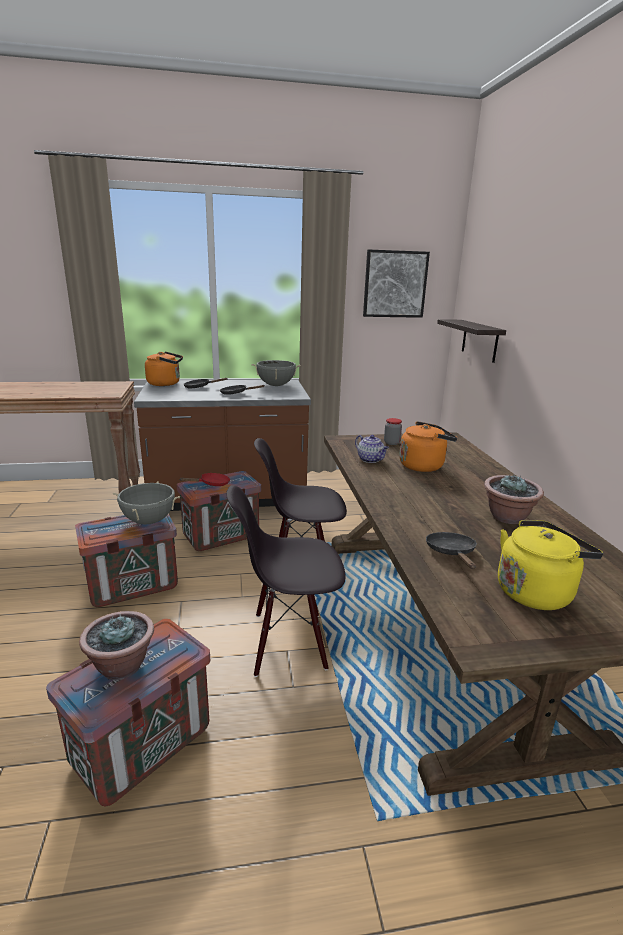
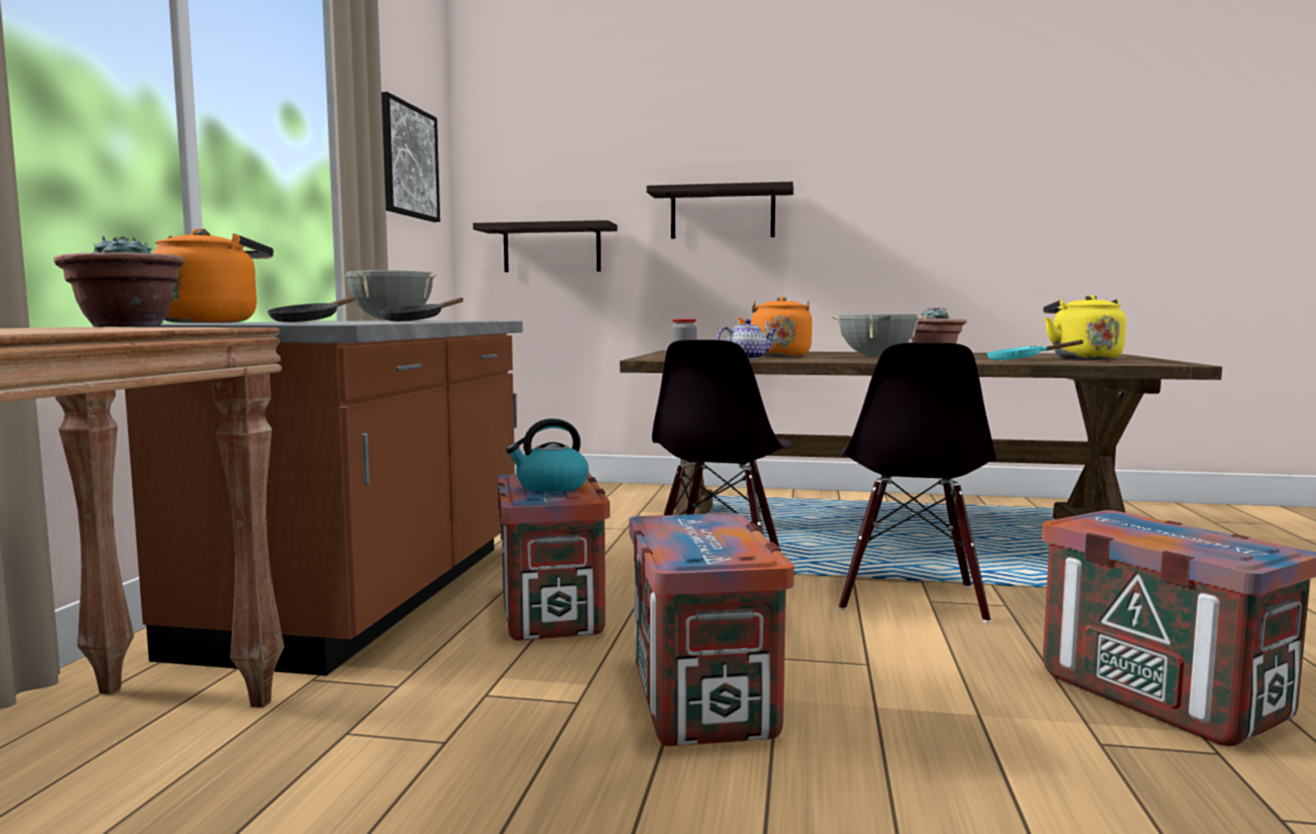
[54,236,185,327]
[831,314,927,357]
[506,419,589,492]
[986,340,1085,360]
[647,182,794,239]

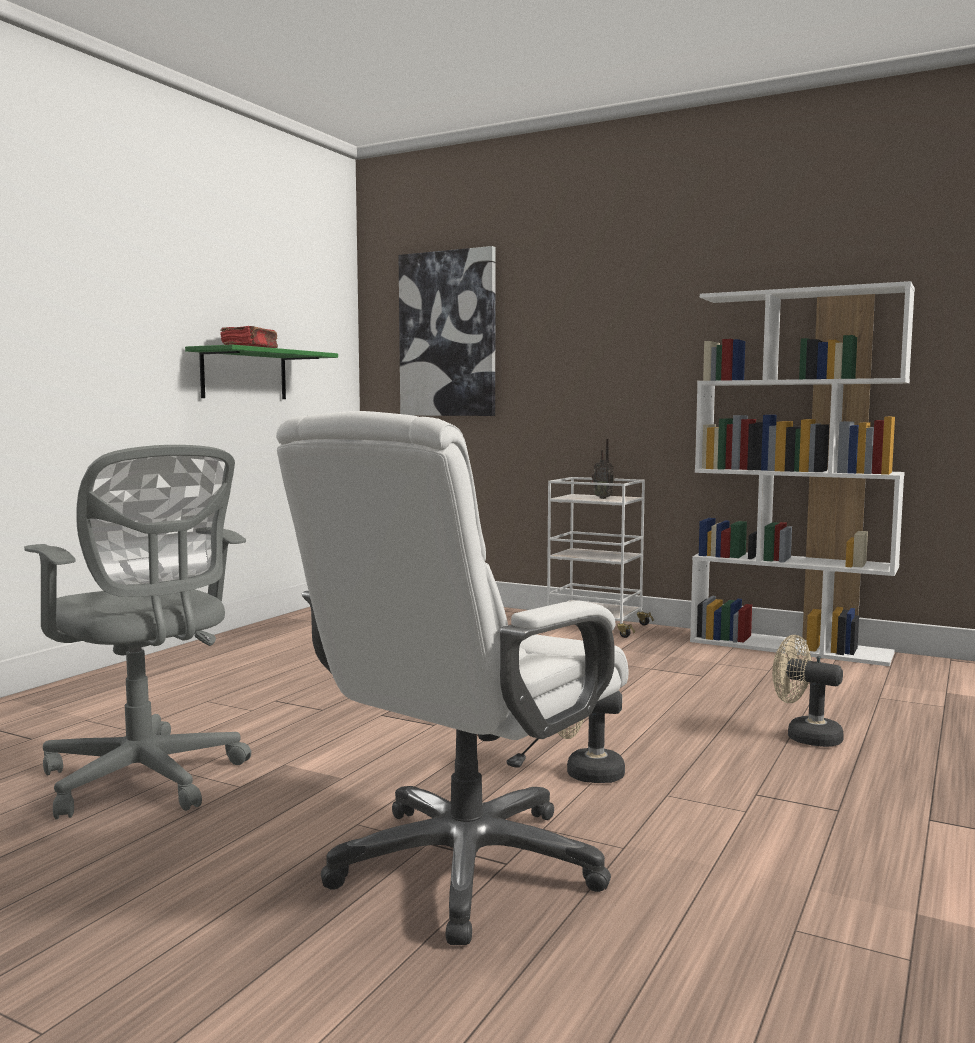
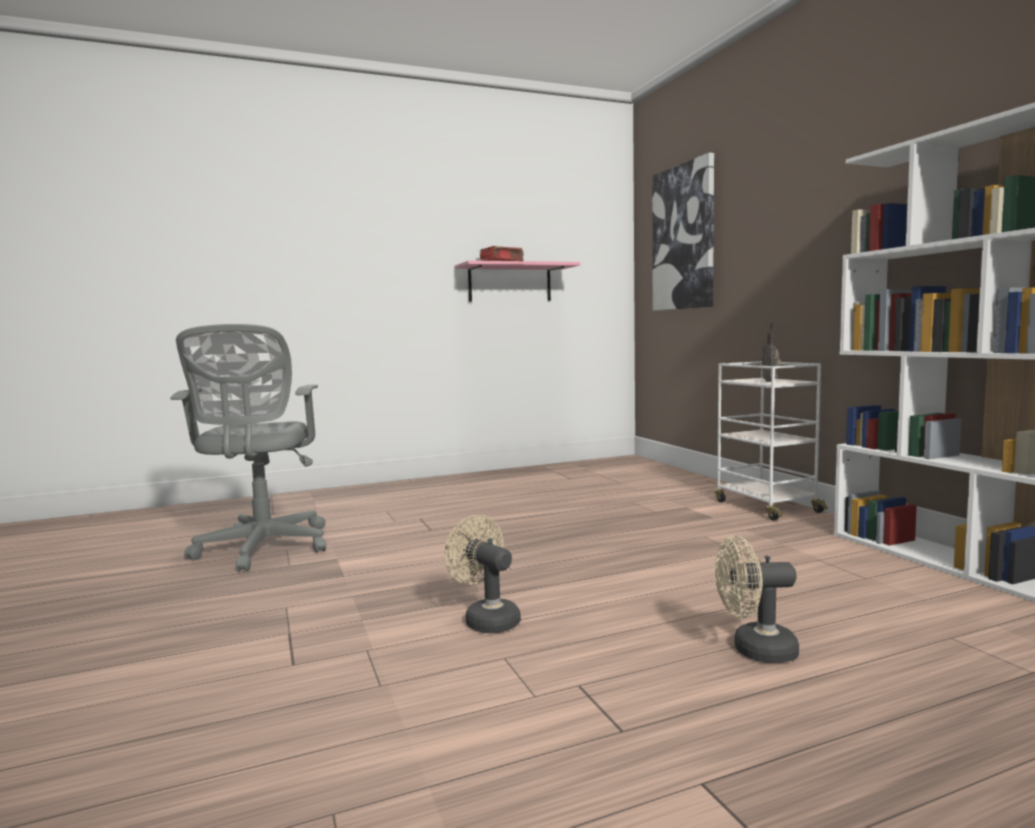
[455,260,580,302]
[276,411,628,945] (first image)
[715,535,799,663]

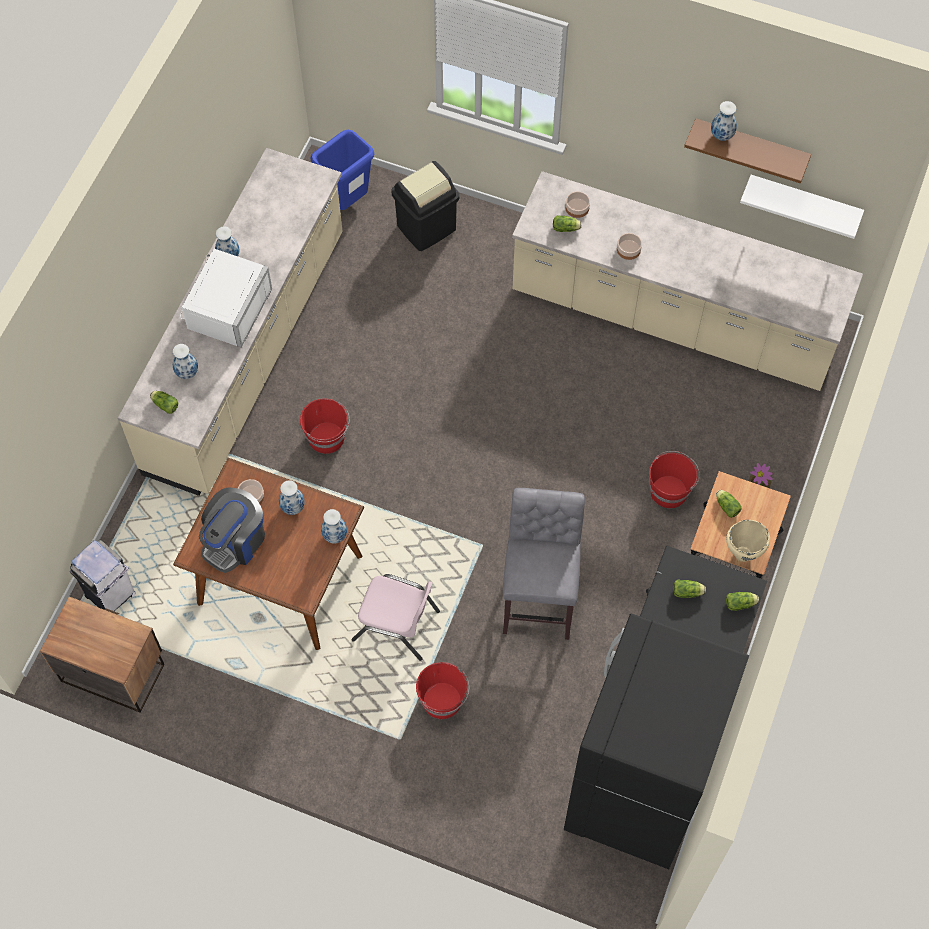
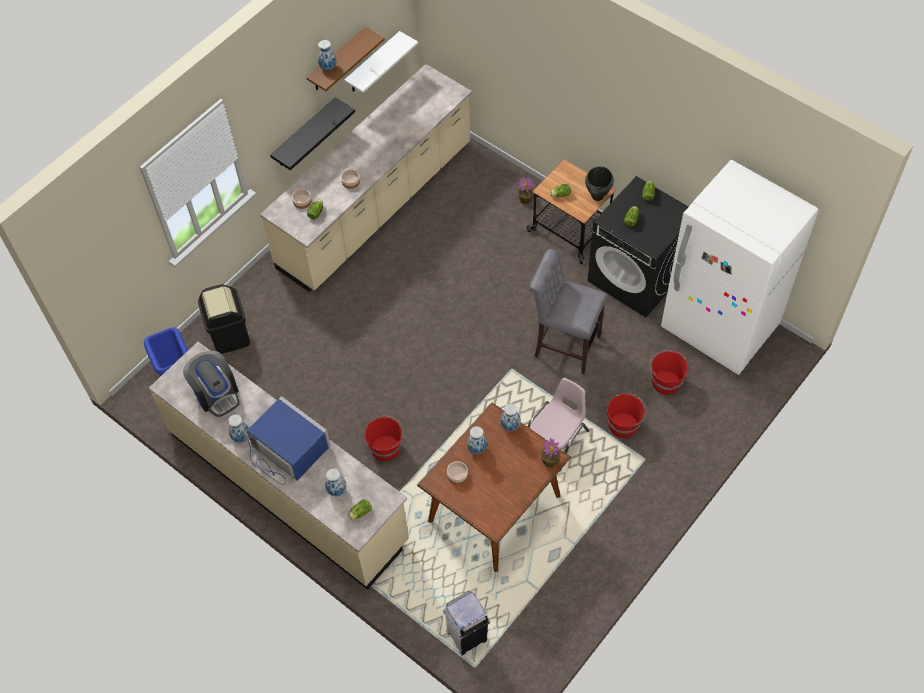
[40,596,165,713] (first image)
[247,396,331,485]
[183,351,239,417]
[661,160,819,375]
[650,350,689,395]
[585,166,614,201]
[270,97,355,170]
[541,438,560,467]

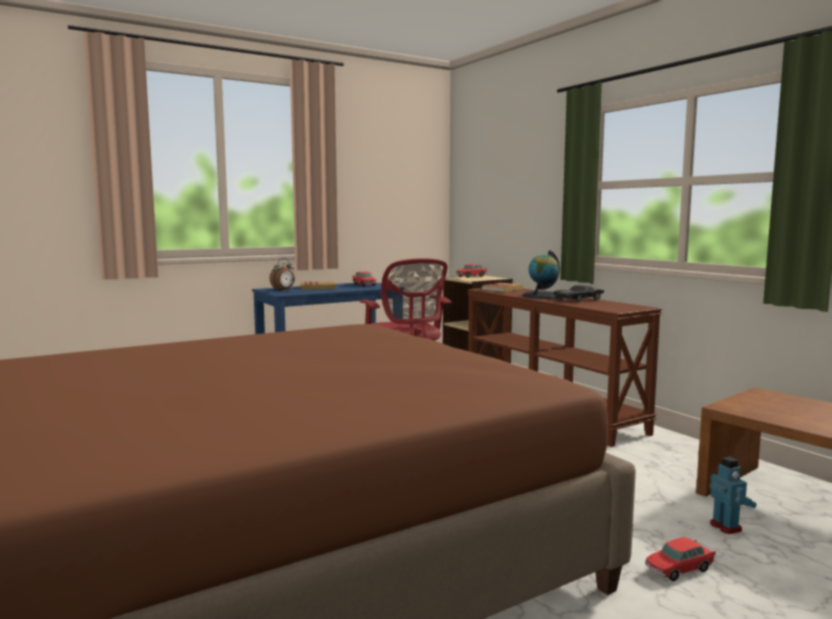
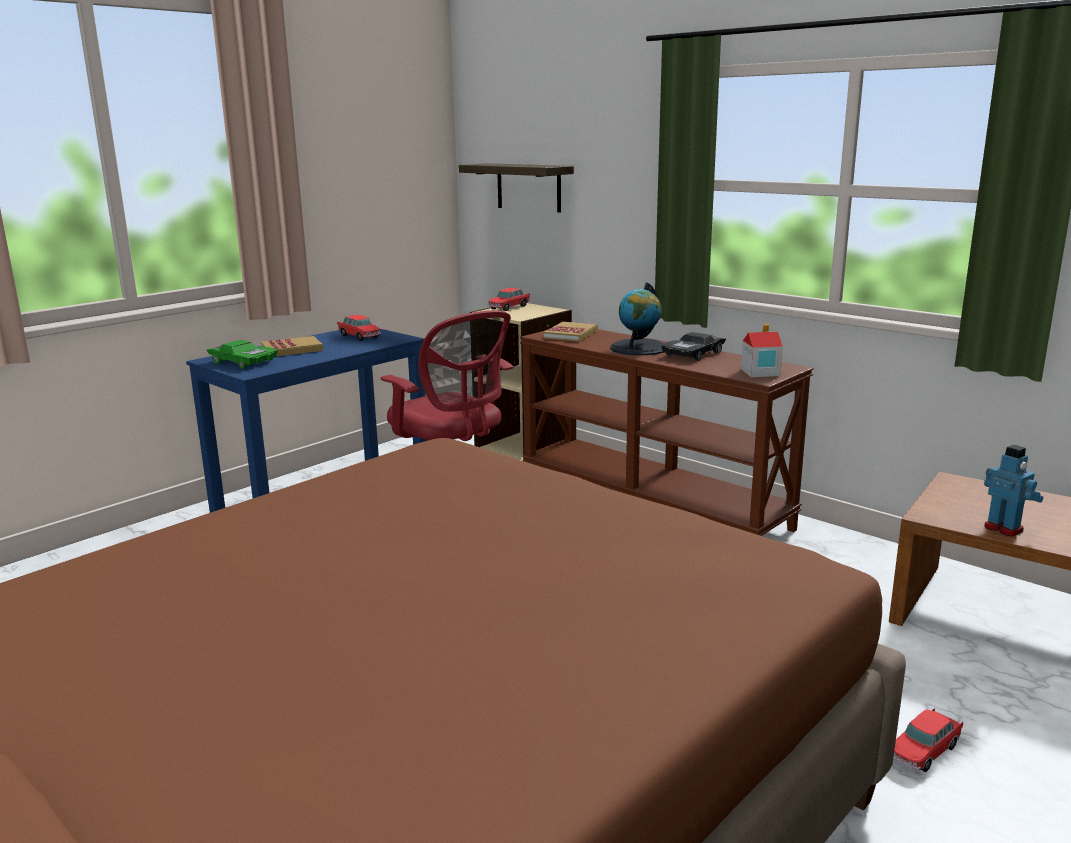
[207,340,278,369]
[984,445,1043,536]
[459,163,574,212]
[741,324,783,377]

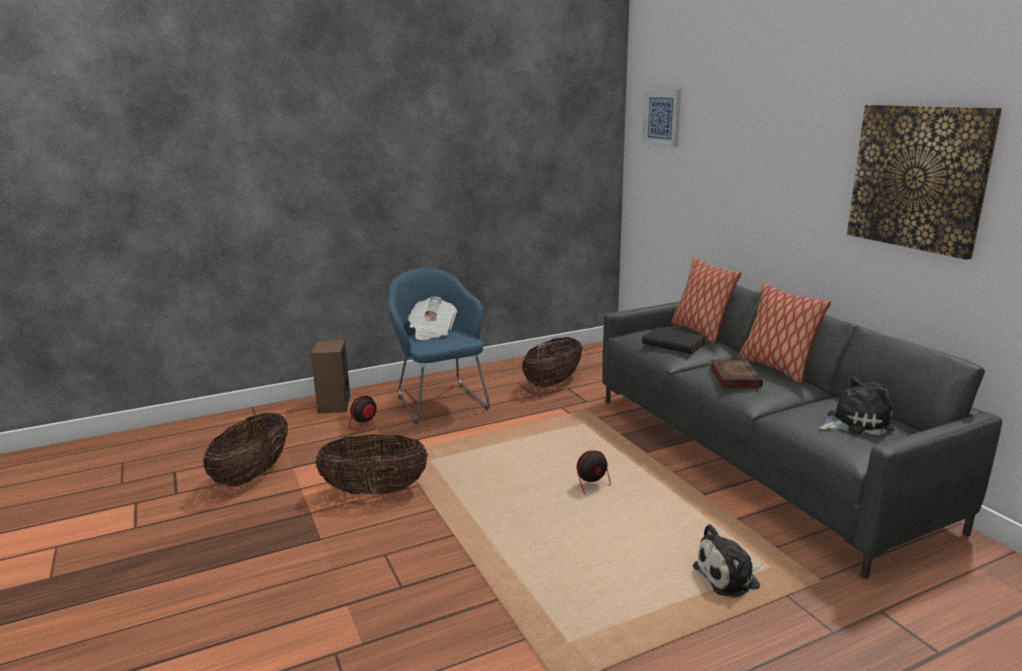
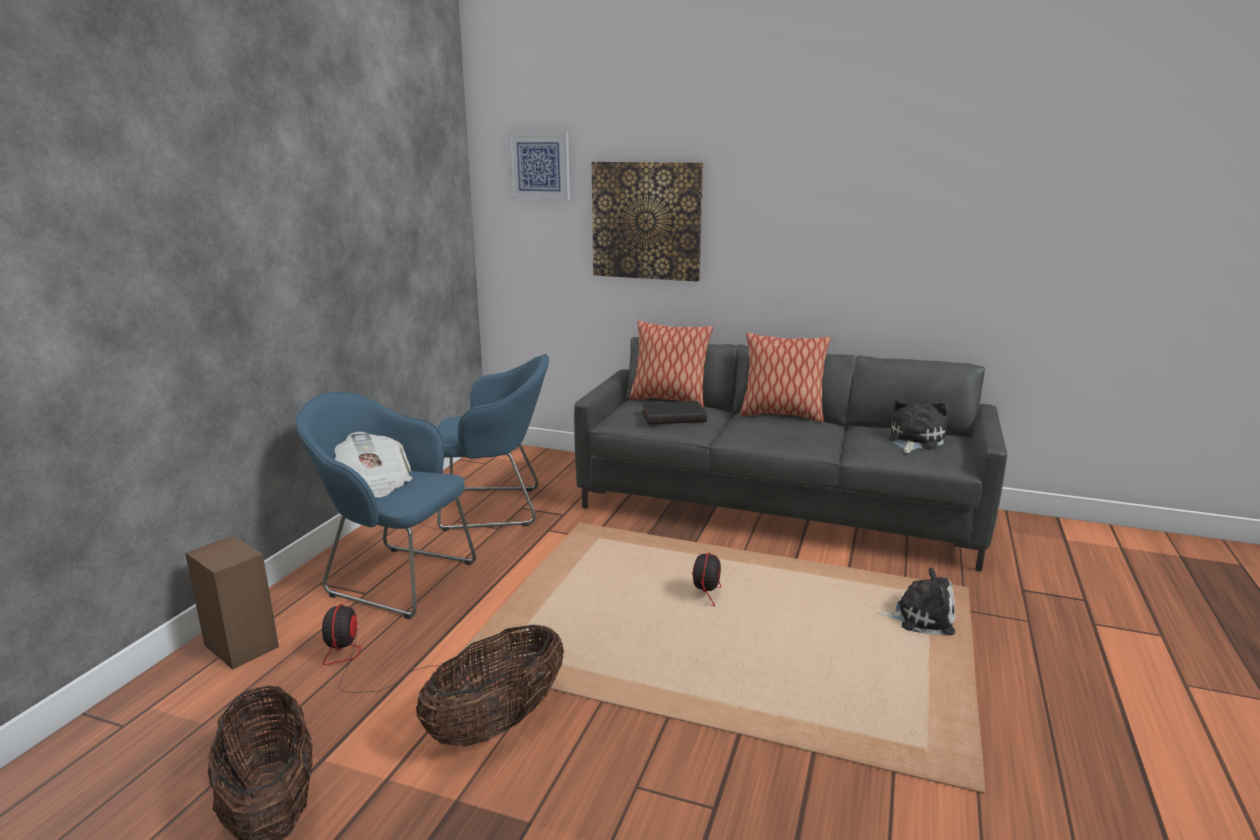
[437,354,549,531]
[877,567,956,635]
[710,359,763,388] (first image)
[592,162,703,282]

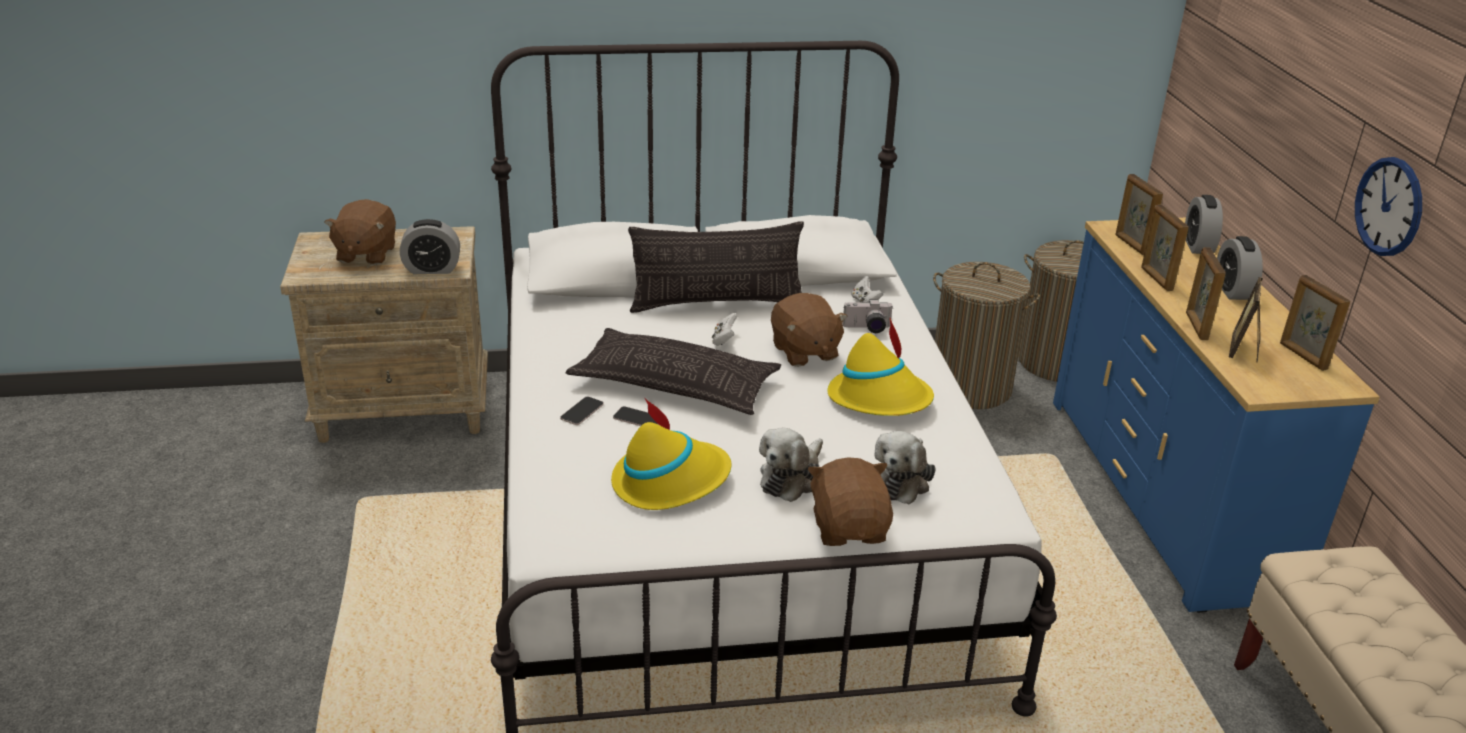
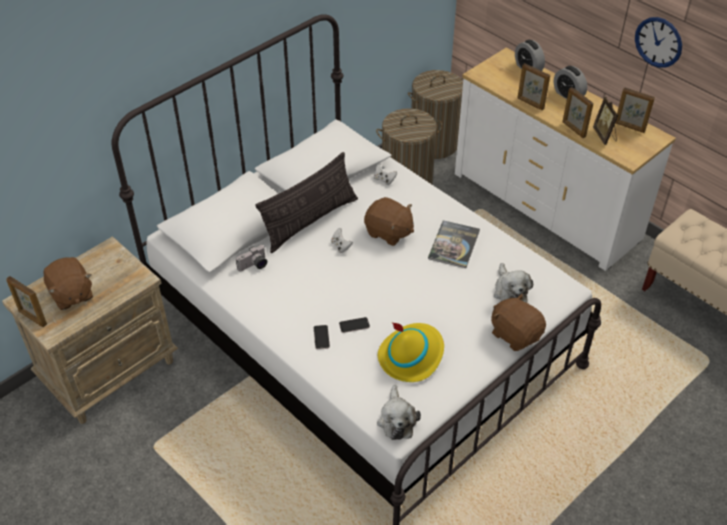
[400,219,460,274] (first image)
[566,328,781,415] (first image)
[377,385,421,440]
[428,220,480,268]
[236,245,267,272]
[455,48,676,271]
[6,276,47,327]

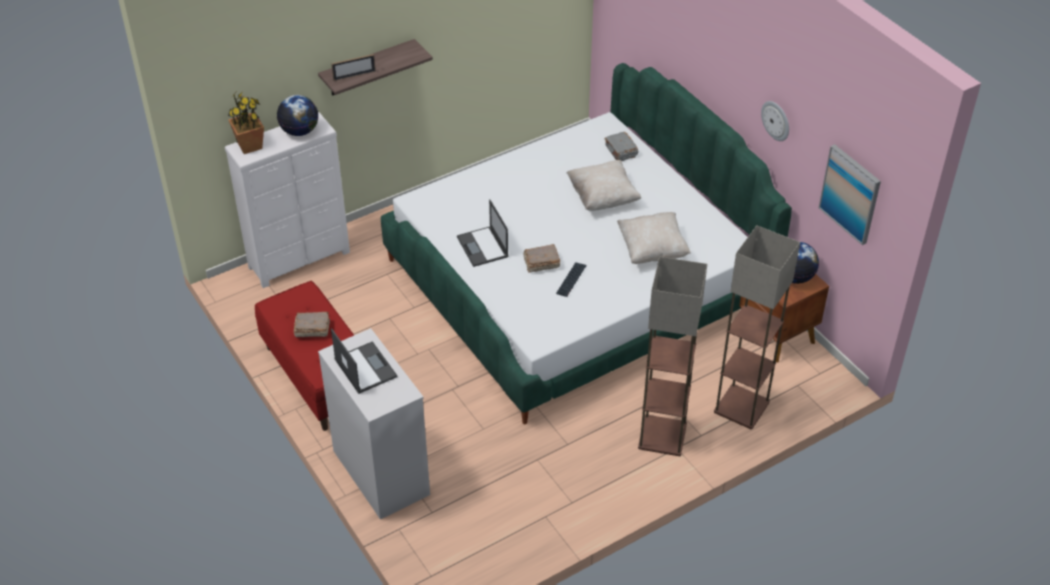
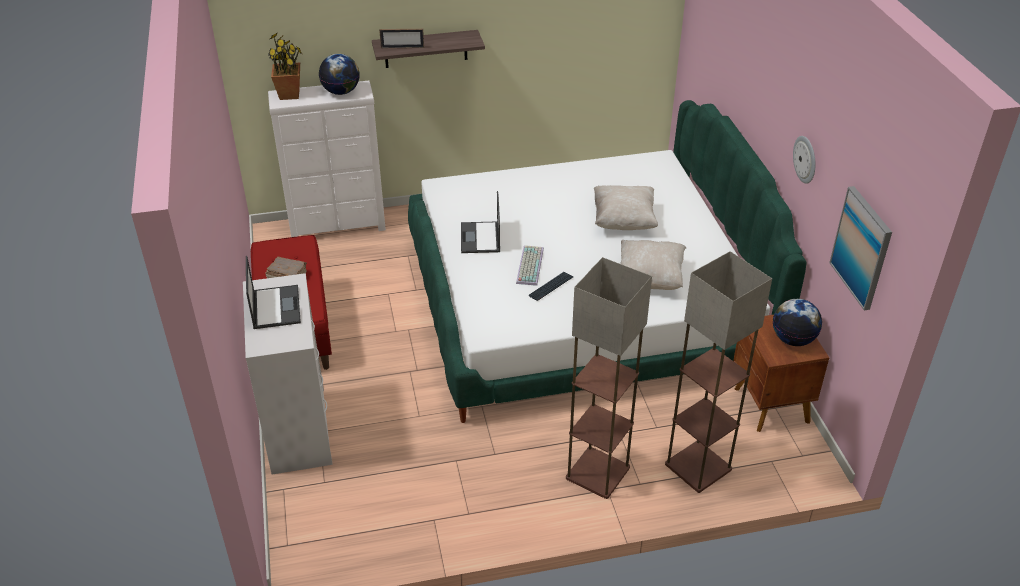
[516,246,544,286]
[604,132,638,161] (first image)

